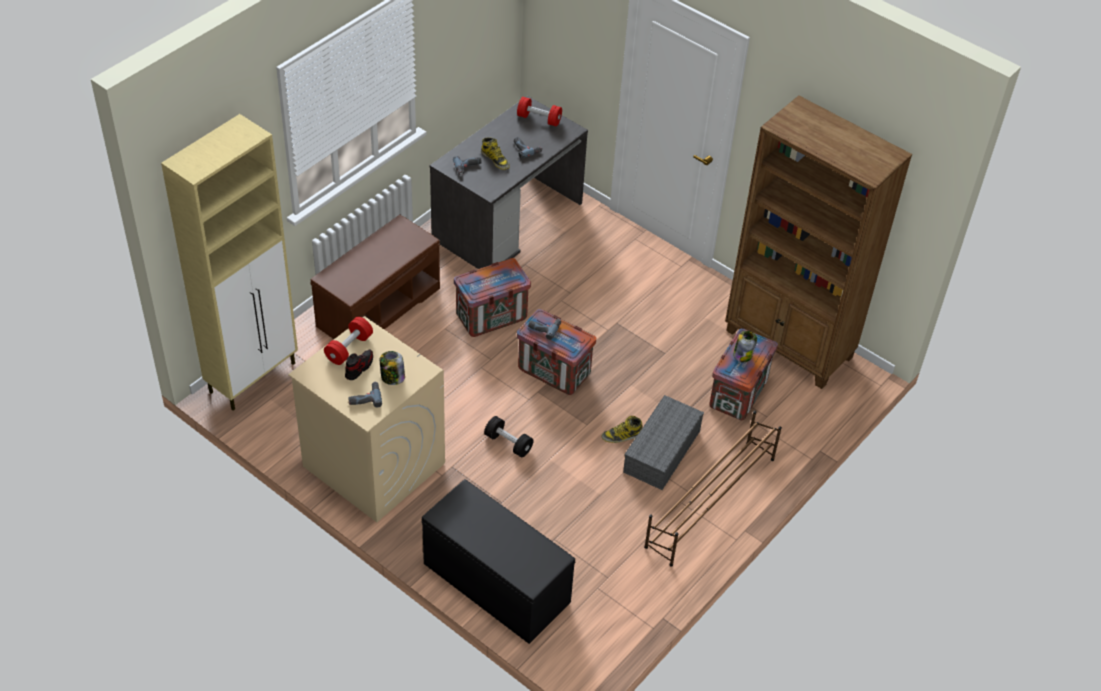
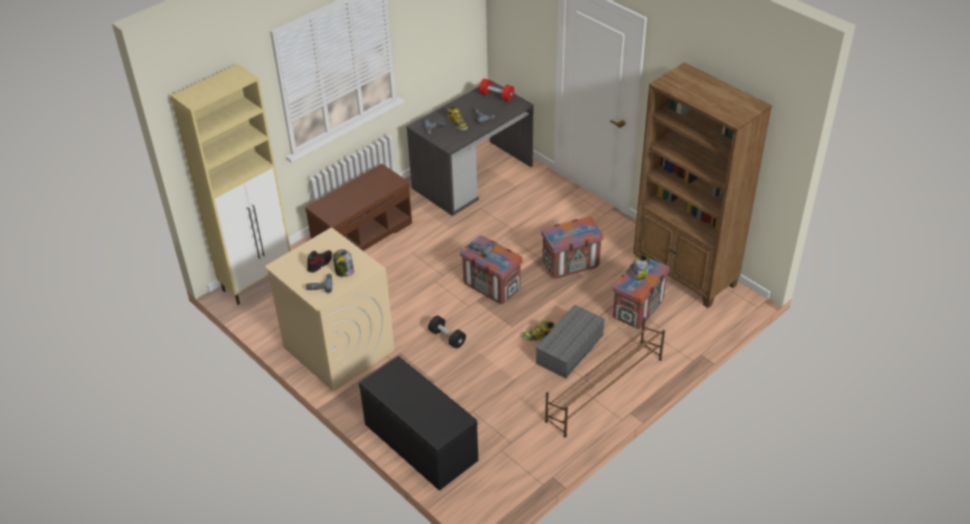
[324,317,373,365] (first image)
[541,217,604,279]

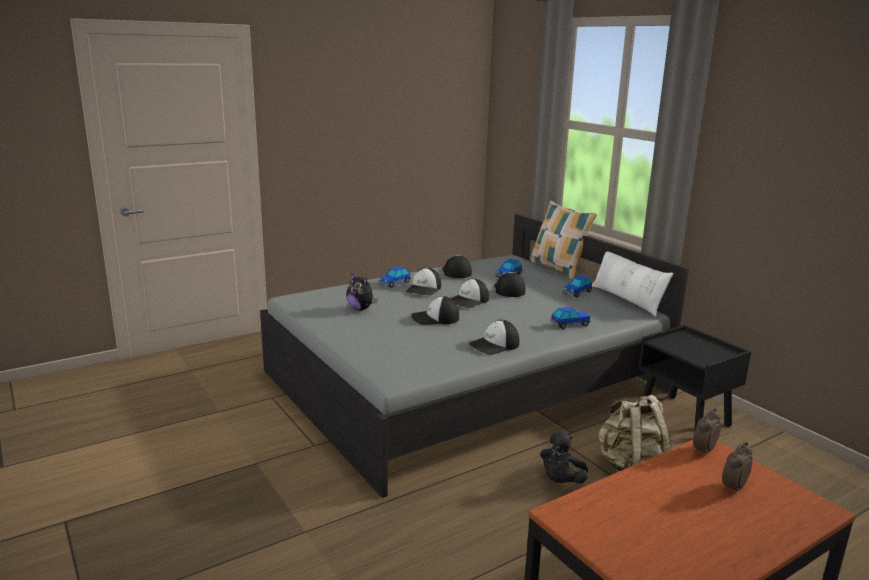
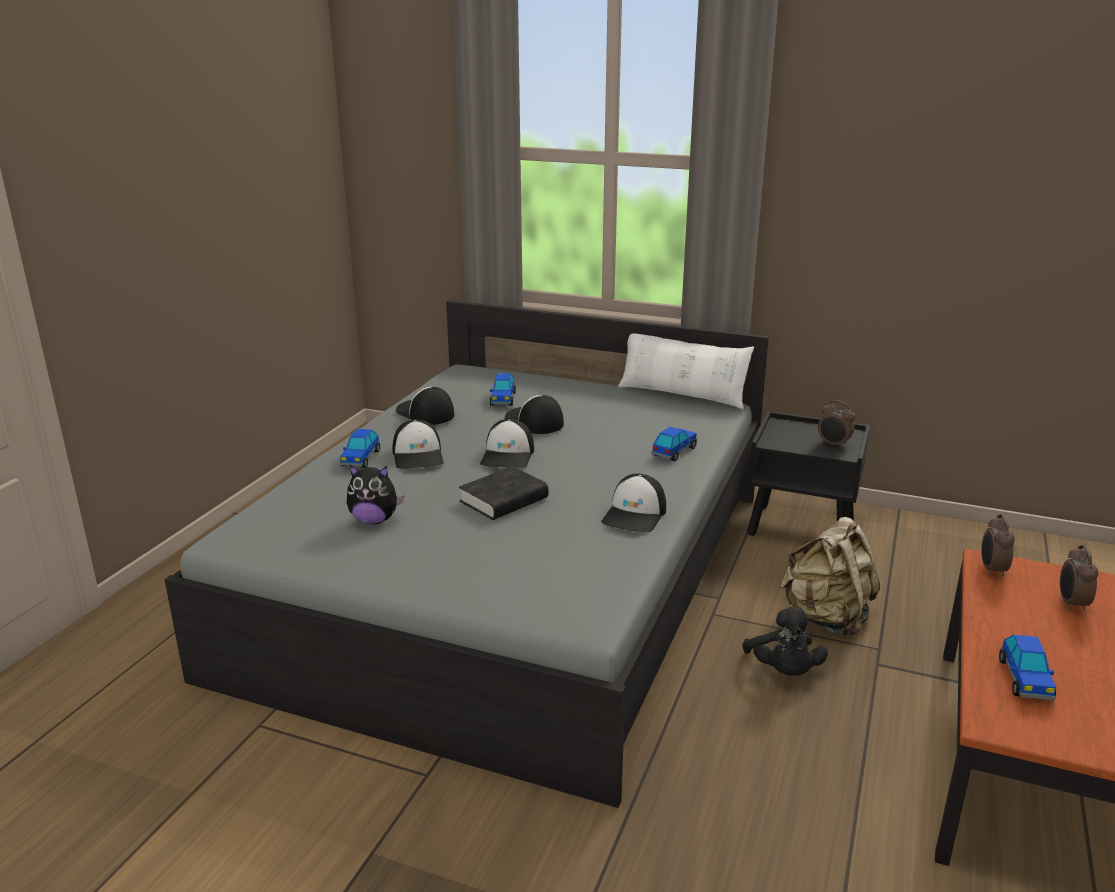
[459,466,548,520]
[529,201,597,279] (first image)
[999,635,1056,700]
[818,400,855,449]

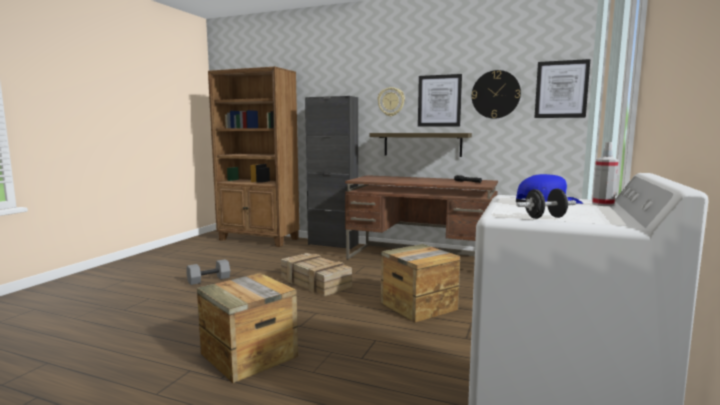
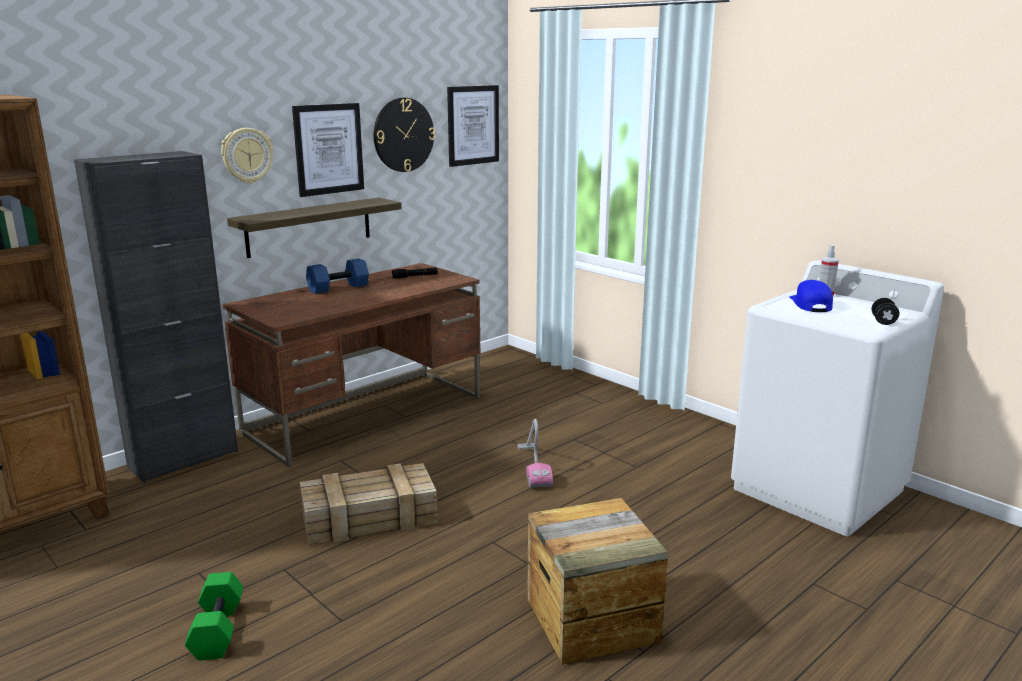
[185,572,243,661]
[517,419,553,488]
[306,258,369,294]

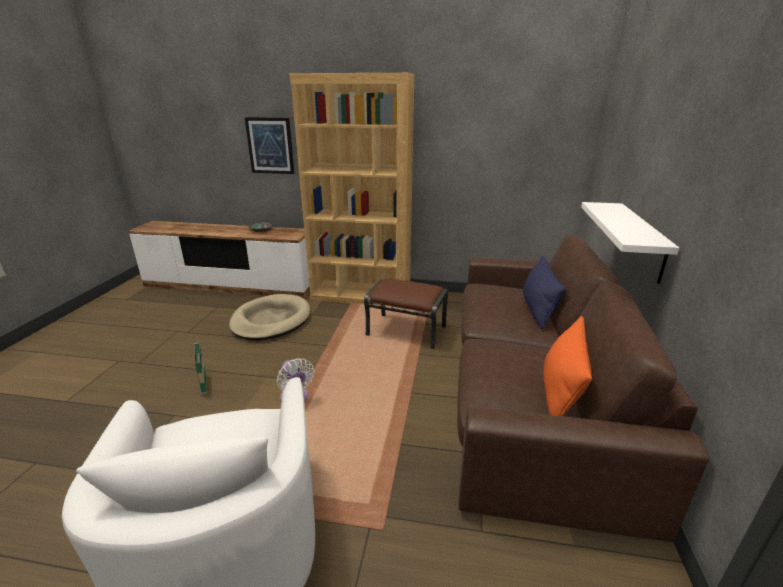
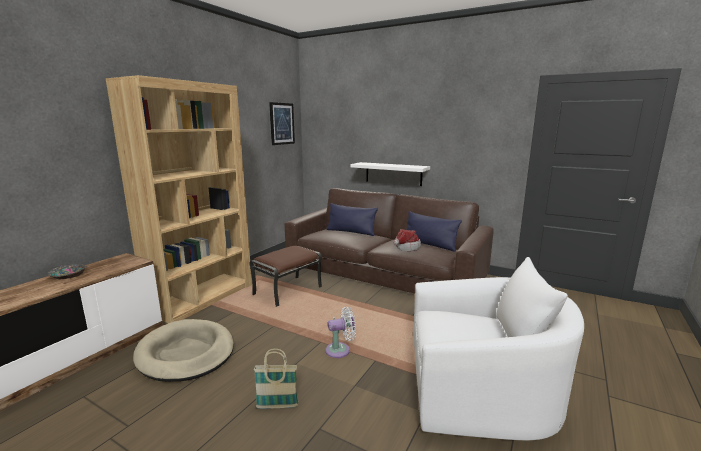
[269,102,295,145]
[406,211,462,252]
[393,229,421,251]

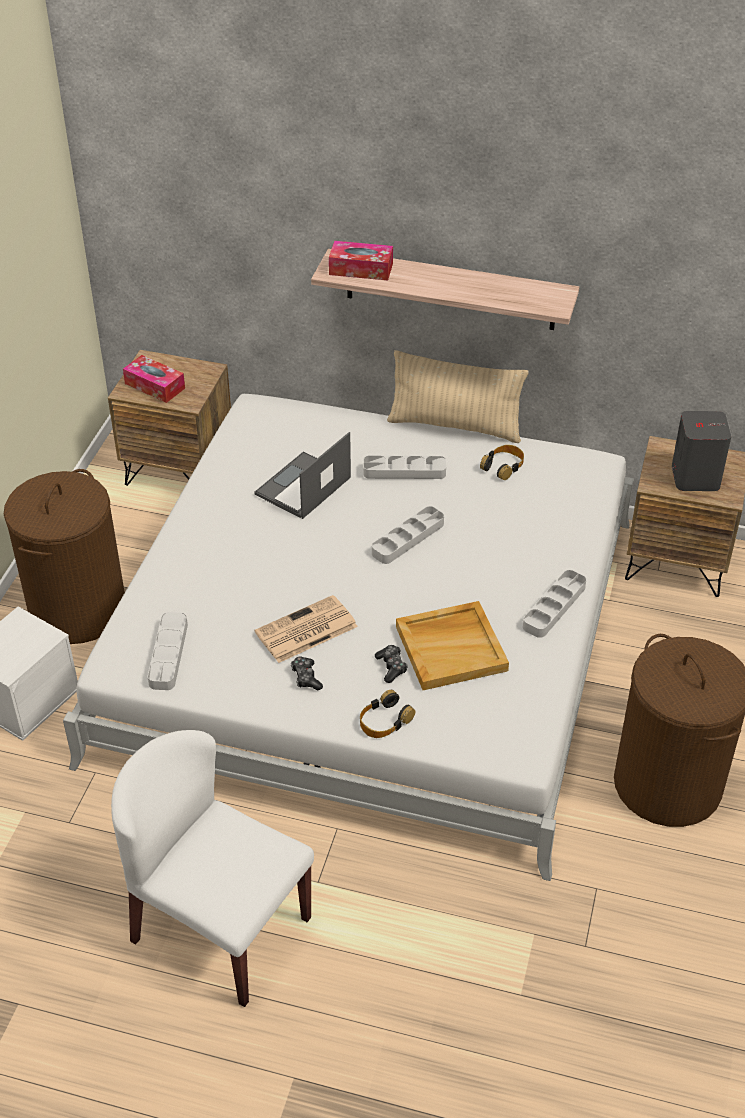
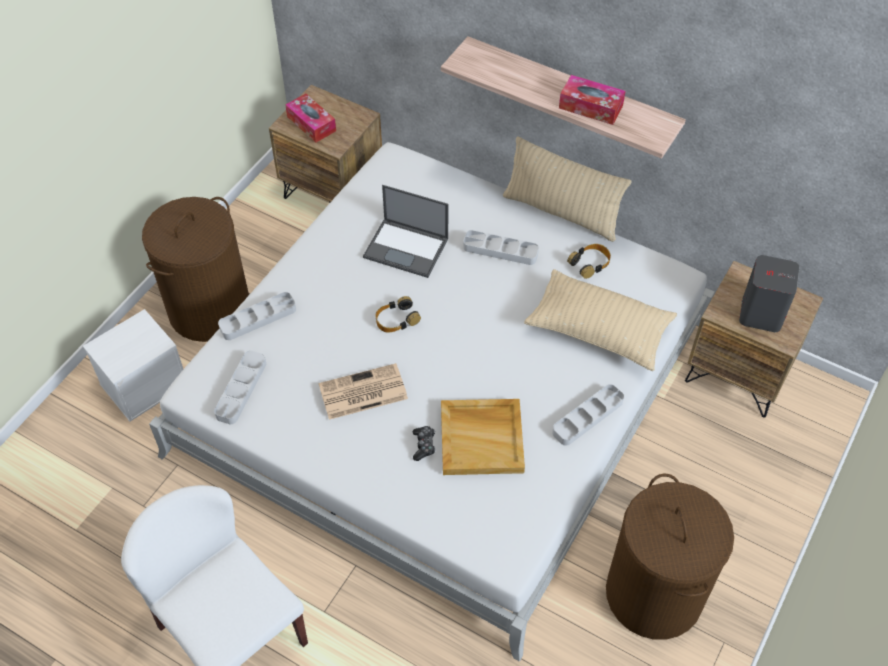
[363,185,448,278]
[291,657,323,690] (first image)
[559,75,626,125]
[375,296,421,333]
[218,292,296,340]
[524,269,677,371]

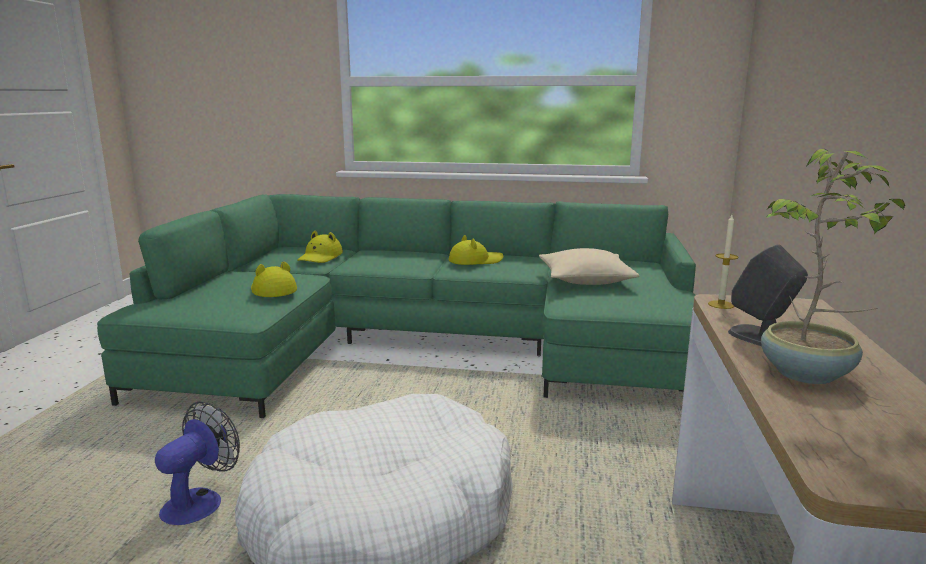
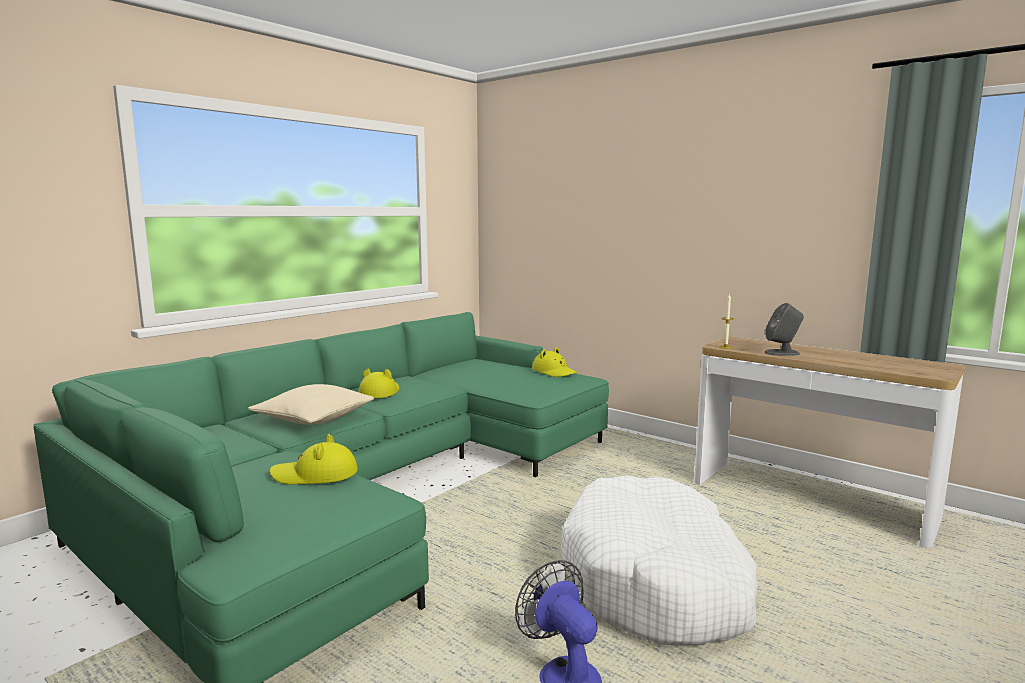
[532,347,578,377]
[248,384,374,425]
[761,149,905,384] (first image)

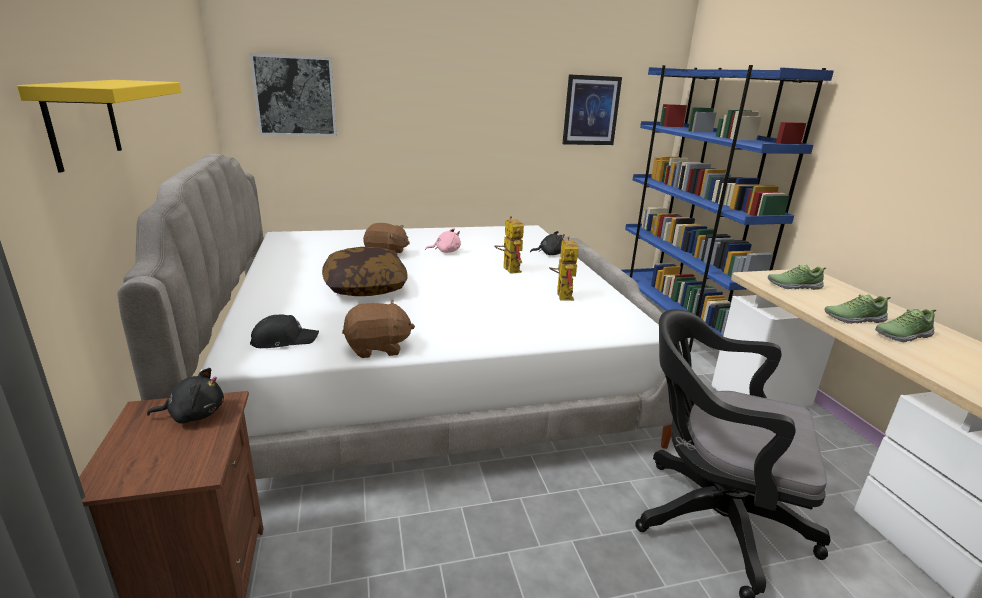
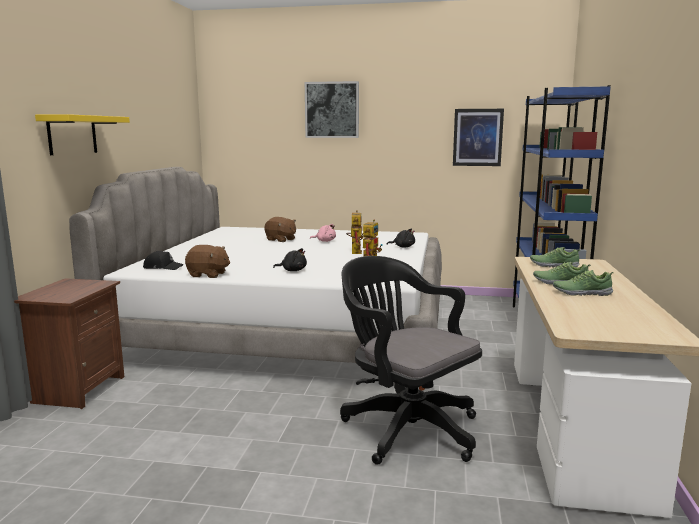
[273,248,307,271]
[305,81,359,138]
[322,247,408,296] (first image)

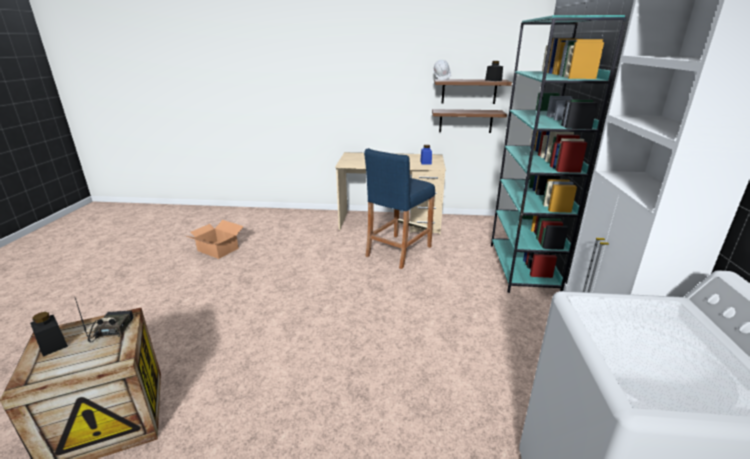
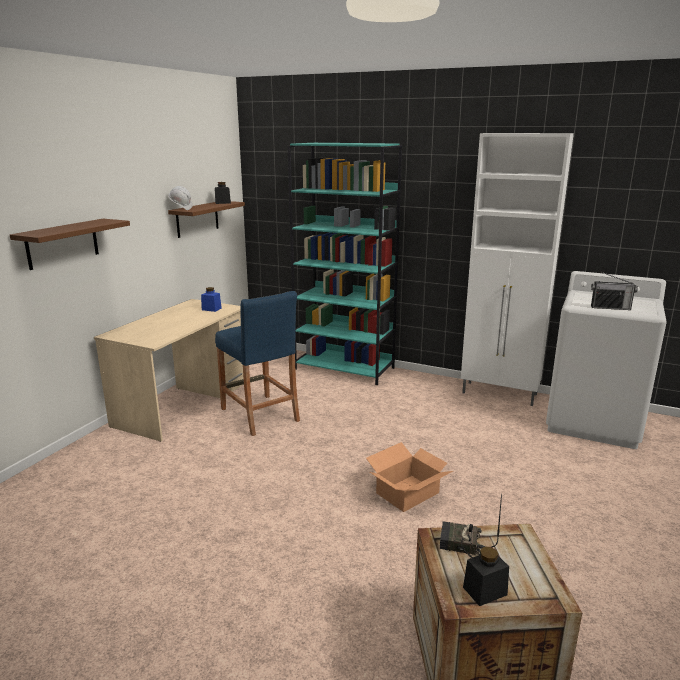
[366,442,453,512]
[10,219,130,270]
[591,272,638,310]

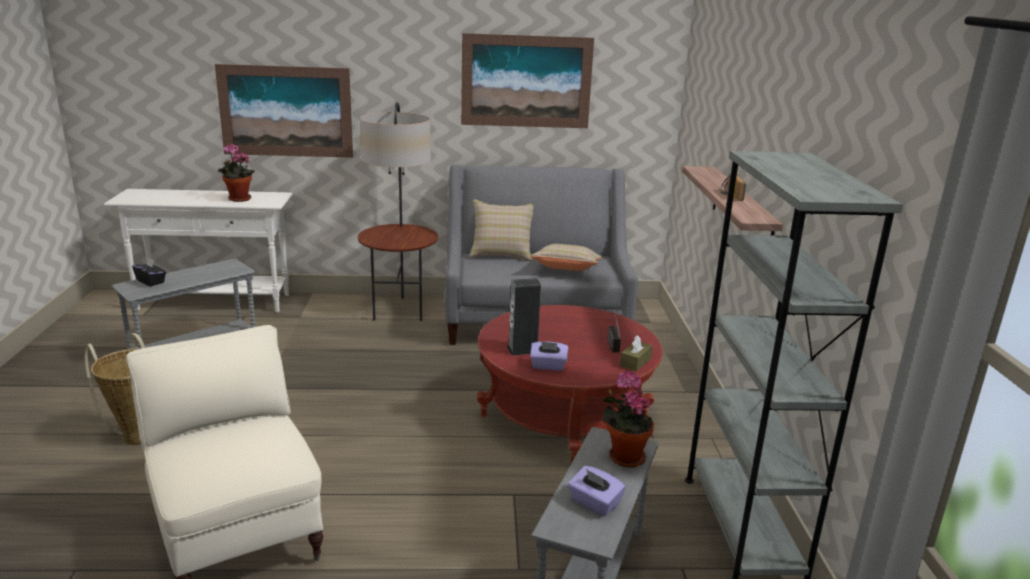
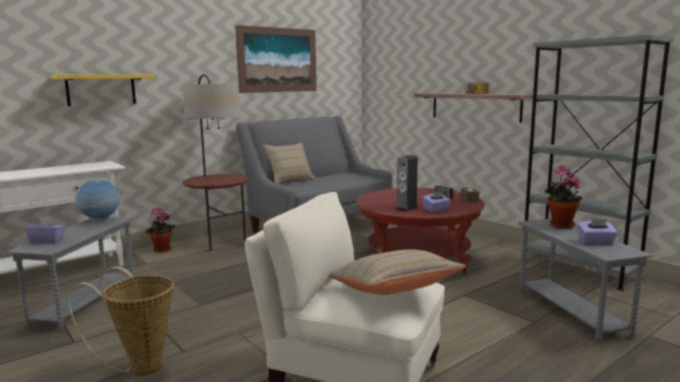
[25,217,66,243]
[51,74,154,106]
[145,207,175,252]
[329,249,466,295]
[76,178,120,221]

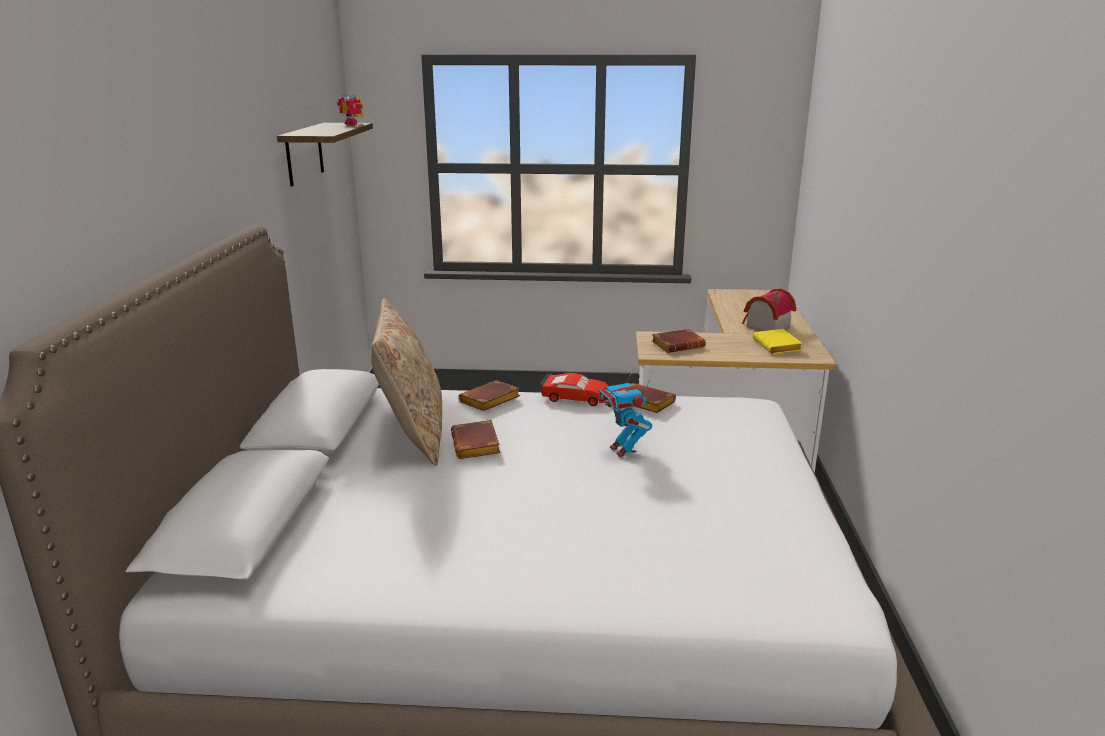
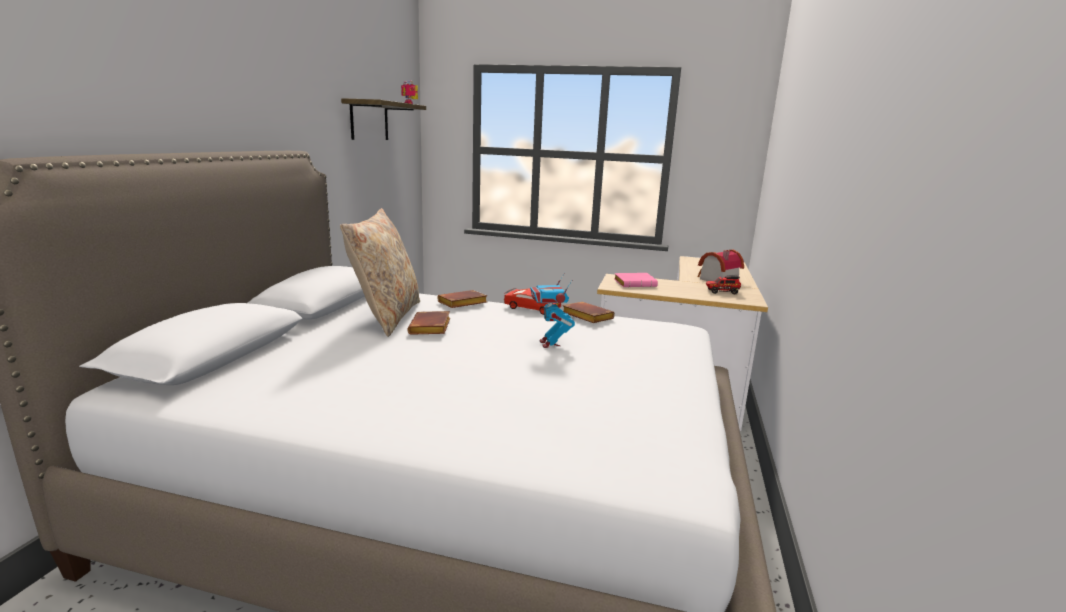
[614,273,658,287]
[706,275,741,294]

